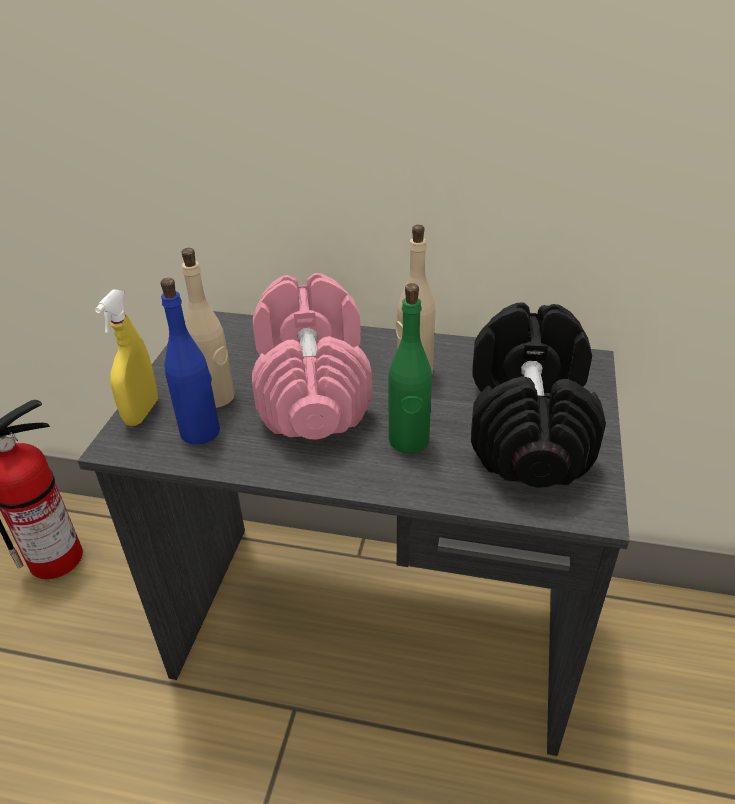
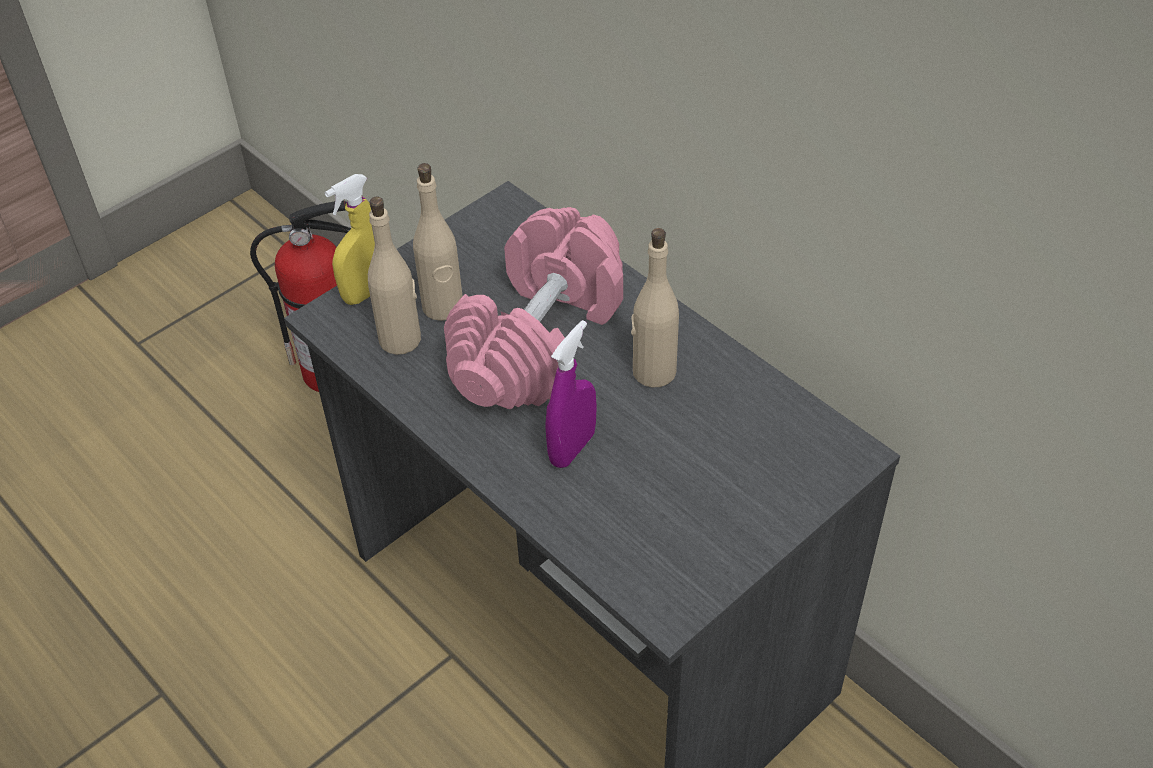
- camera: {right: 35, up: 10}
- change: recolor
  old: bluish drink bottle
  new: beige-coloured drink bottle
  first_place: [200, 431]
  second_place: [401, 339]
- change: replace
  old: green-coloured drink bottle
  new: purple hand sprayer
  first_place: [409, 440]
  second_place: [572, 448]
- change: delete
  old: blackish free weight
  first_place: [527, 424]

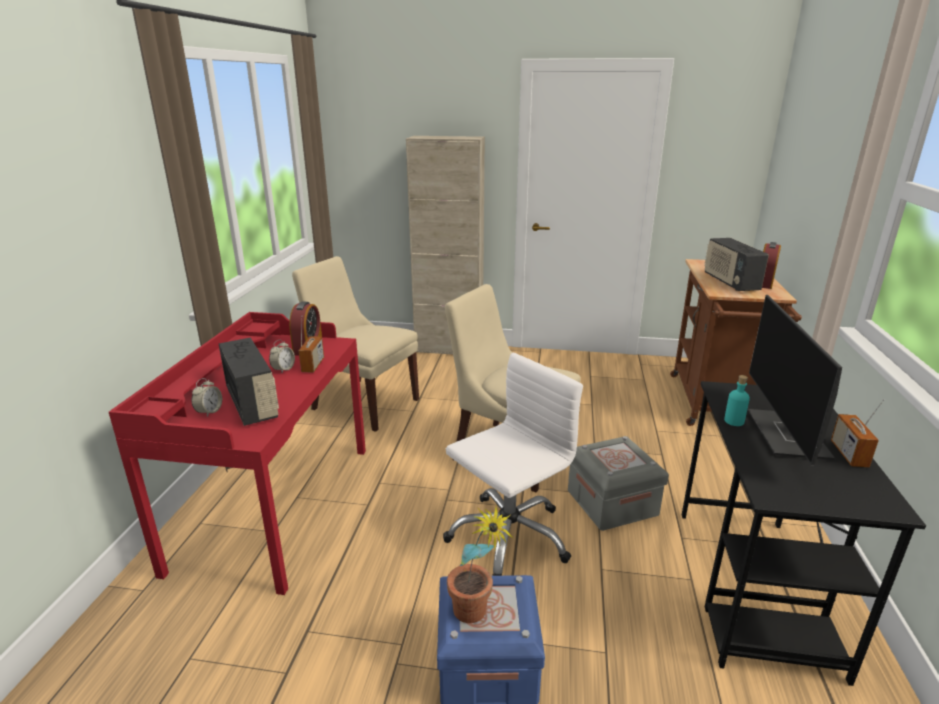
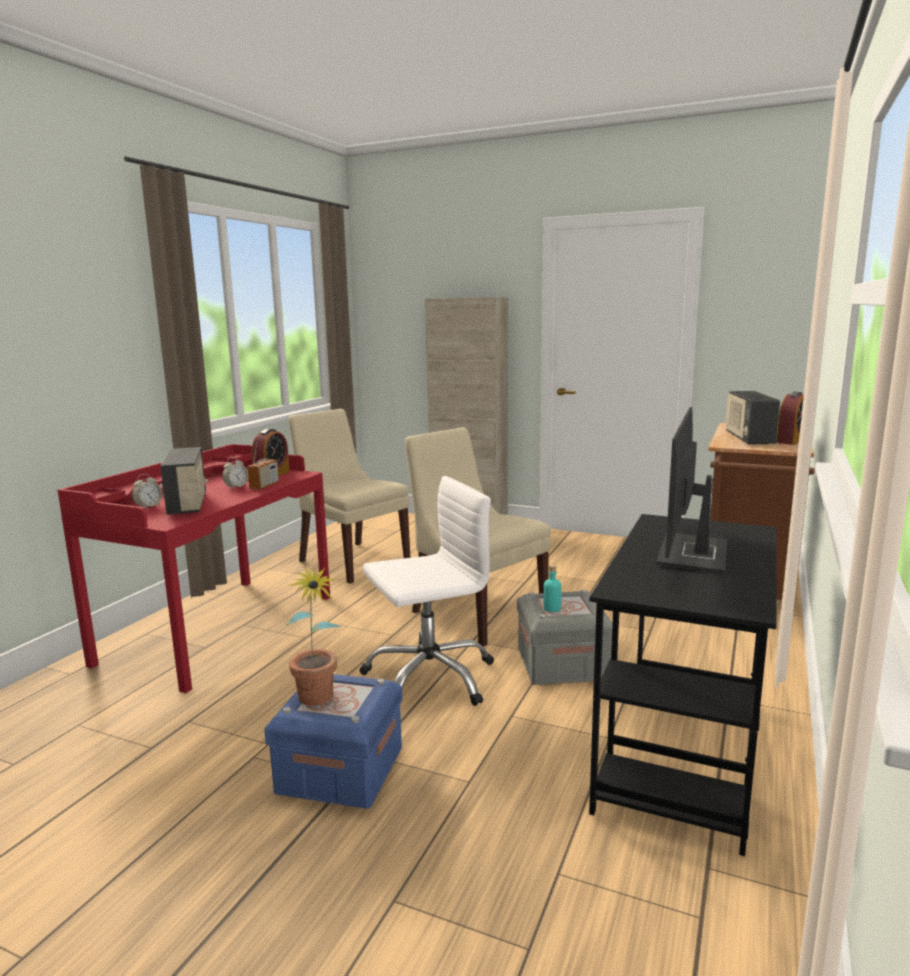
- camera: {right: 15, up: -10}
- change: move
  old: turquoise drink bottle
  first_place: [734, 421]
  second_place: [552, 608]
- change: delete
  old: radio receiver
  first_place: [848, 454]

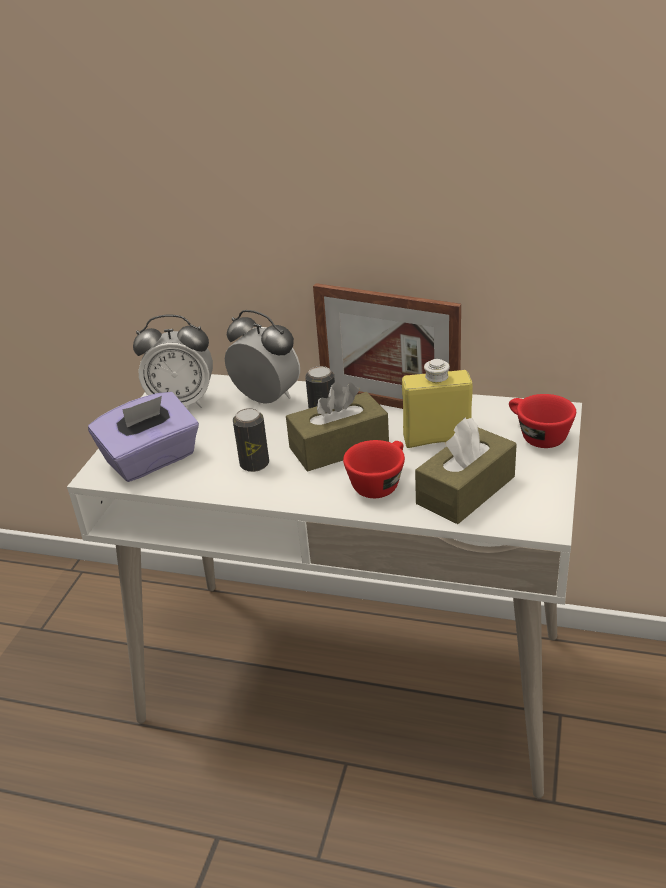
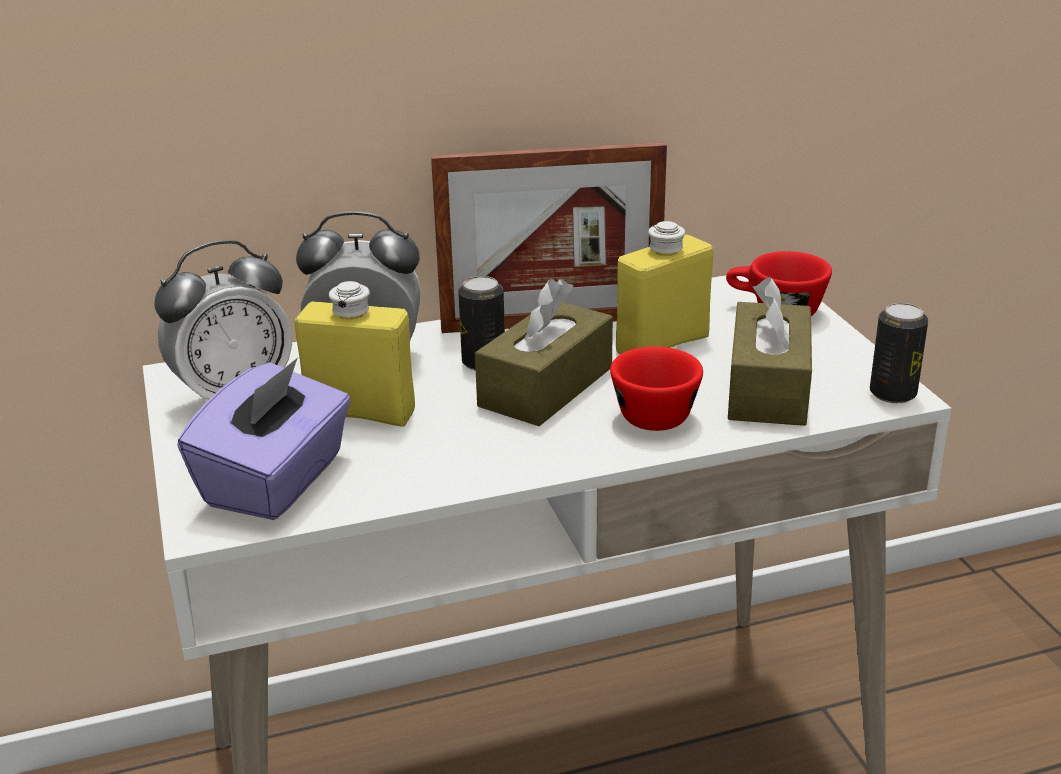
- camera: {right: -35, up: -5}
- change: move
  old: sealed can
  first_place: [254, 464]
  second_place: [893, 394]
- change: insert
  new: yellow-coloured drink bottle
  second_place: [360, 413]

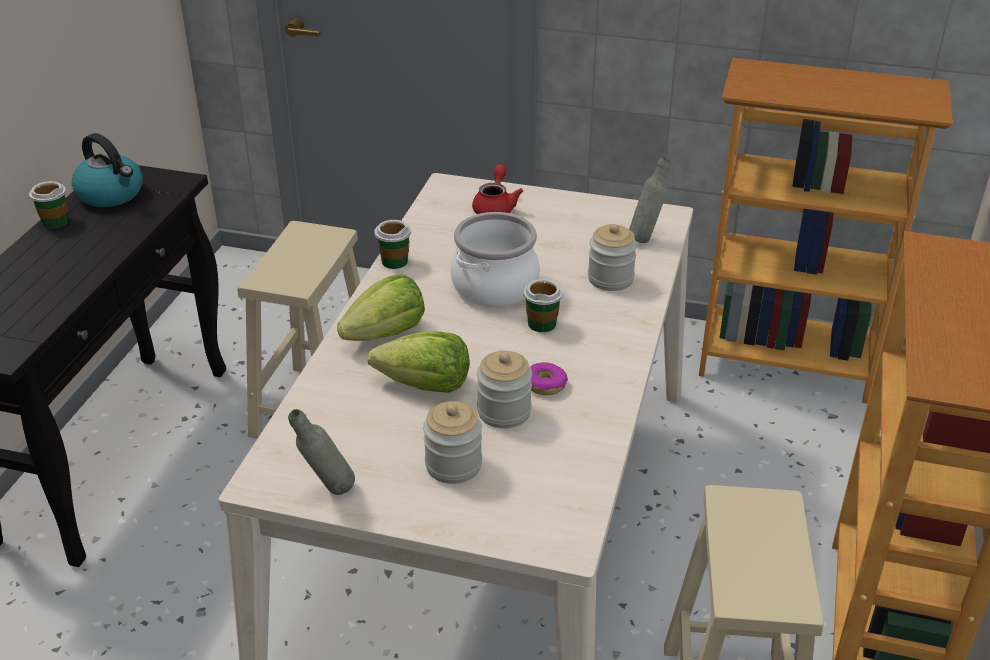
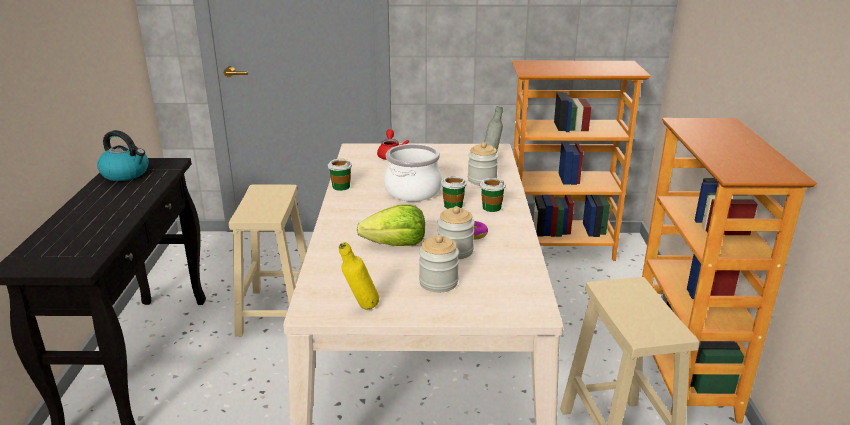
- camera: {right: -15, up: -10}
- change: move
  old: drinking cup
  first_place: [55, 221]
  second_place: [491, 207]
- change: delete
  old: lettuce head
  first_place: [386, 334]
- change: recolor
  old: grey drink bottle
  new: yellow-coloured drink bottle
  first_place: [327, 492]
  second_place: [360, 309]

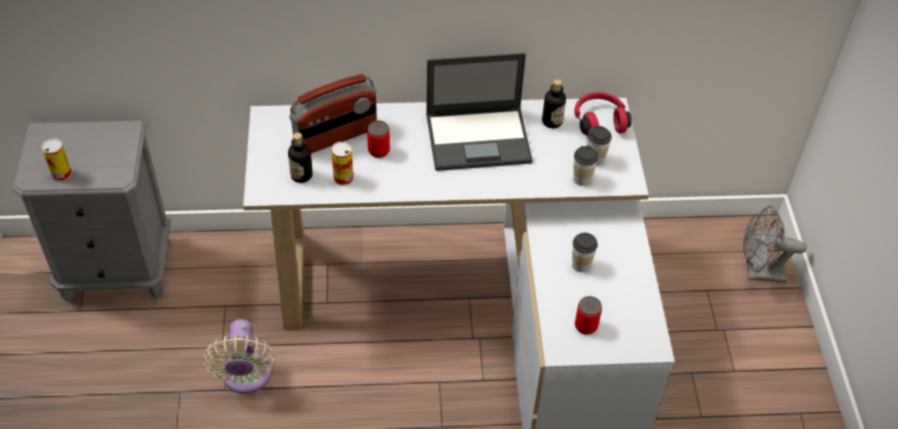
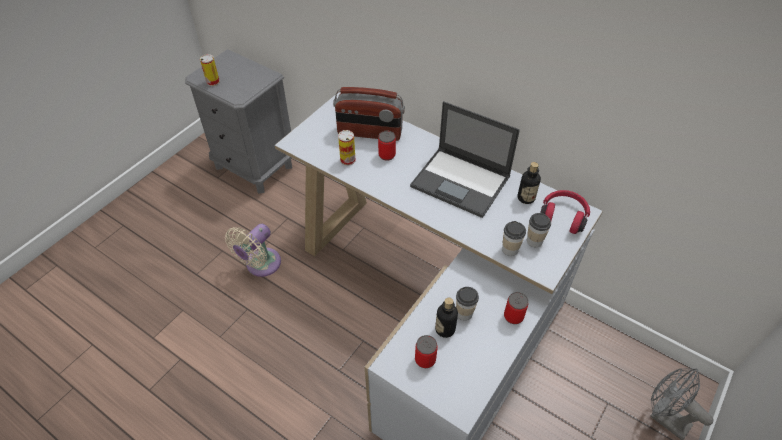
- camera: {right: 40, up: 0}
- change: move
  old: drink bottle
  first_place: [301, 175]
  second_place: [445, 329]
- change: insert
  new: sealed can
  second_place: [513, 316]

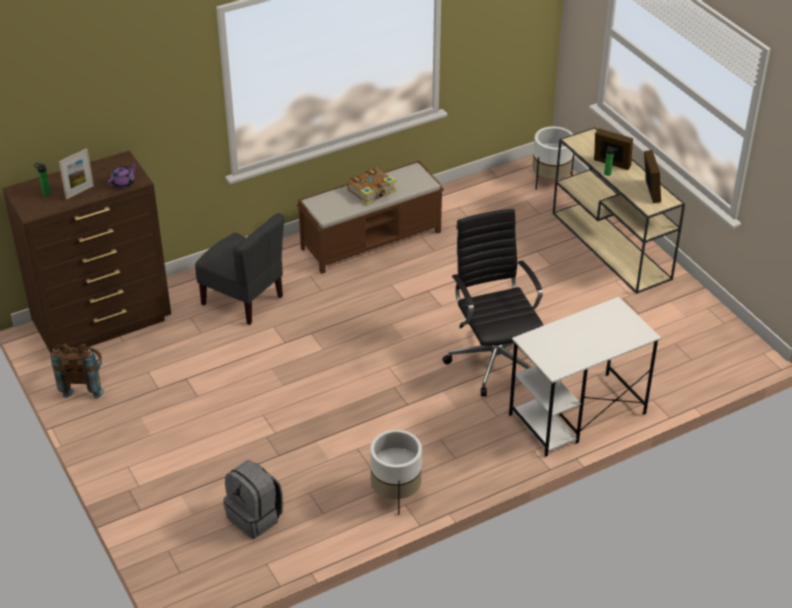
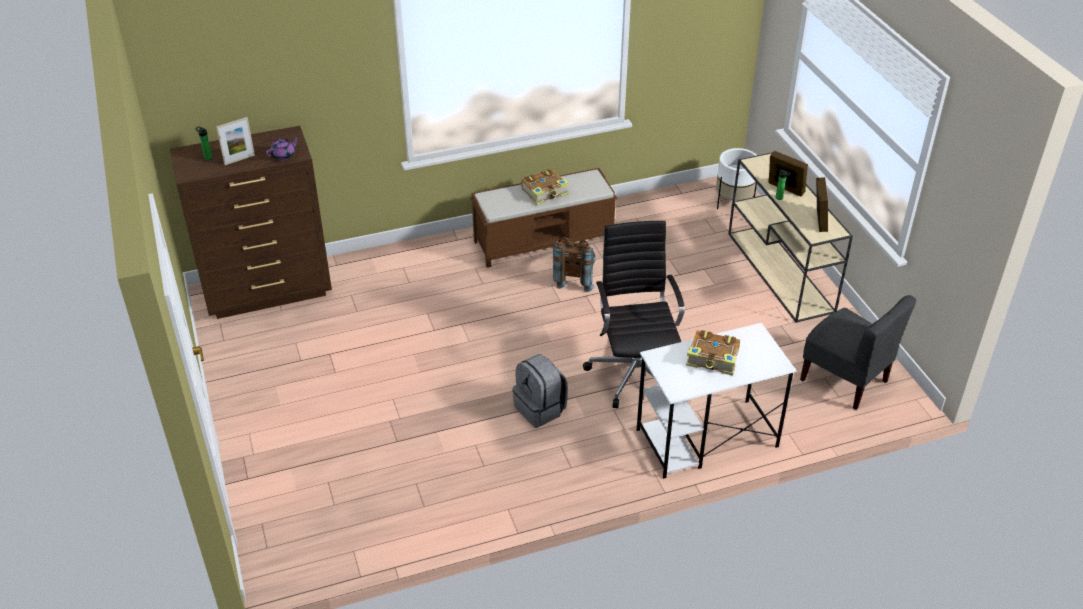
- camera: {right: 10, up: 0}
- change: move
  old: grey upright chair
  first_place: [243, 300]
  second_place: [845, 380]
- change: move
  old: brownish backpack
  first_place: [83, 384]
  second_place: [575, 278]
- change: delete
  old: white flower pot
  first_place: [396, 495]
- change: move
  old: grey backpack
  first_place: [255, 517]
  second_place: [540, 409]
- change: insert
  new: bound book
  second_place: [713, 359]

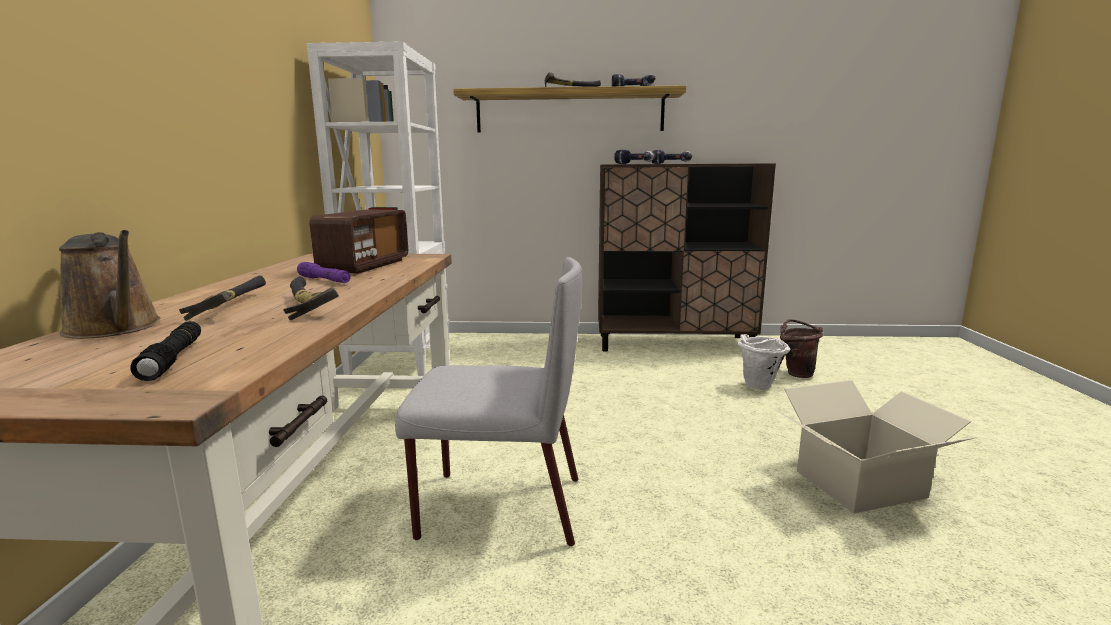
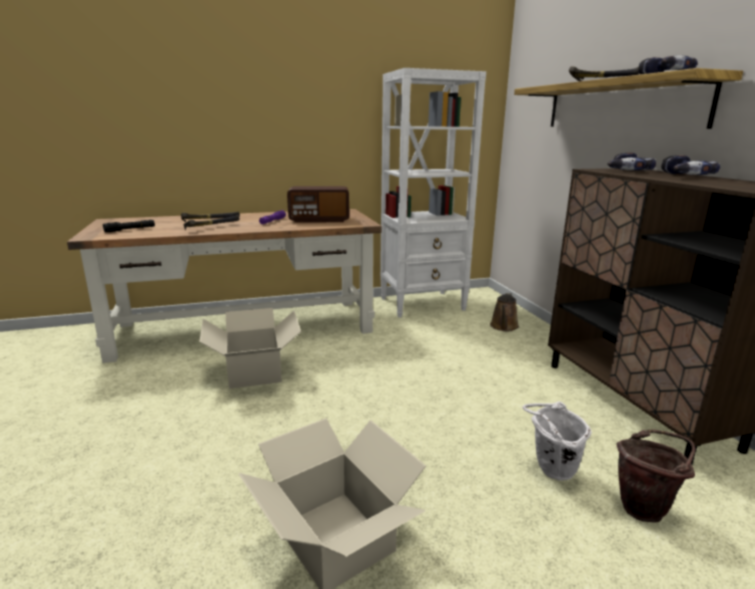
- camera: {right: 70, up: 5}
- change: move
  old: brownish sprinkling can
  first_place: [116, 328]
  second_place: [504, 327]
- change: replace
  old: grey upright chair
  new: carton
  first_place: [498, 507]
  second_place: [253, 371]

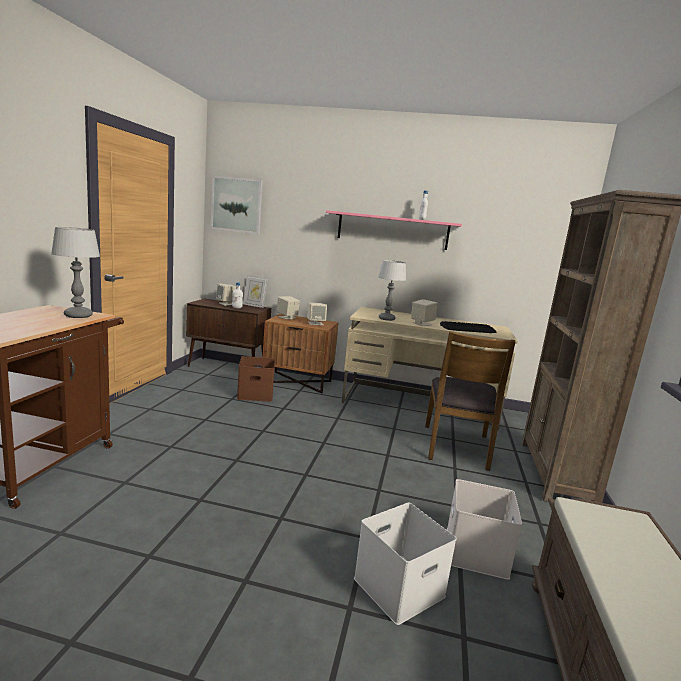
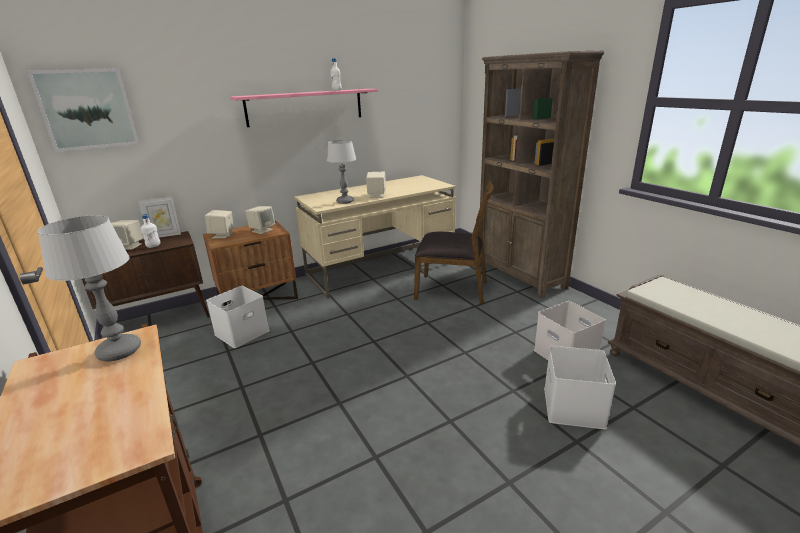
- camera: {right: -40, up: 10}
- change: delete
  old: computer keyboard
  first_place: [468, 328]
- change: rotate
  old: brownish upright chair
  first_place: [456, 447]
  second_place: [452, 289]
  degrees: -45
- change: recolor
  old: brownish storage bin
  new: white storage bin
  first_place: [256, 394]
  second_place: [242, 332]

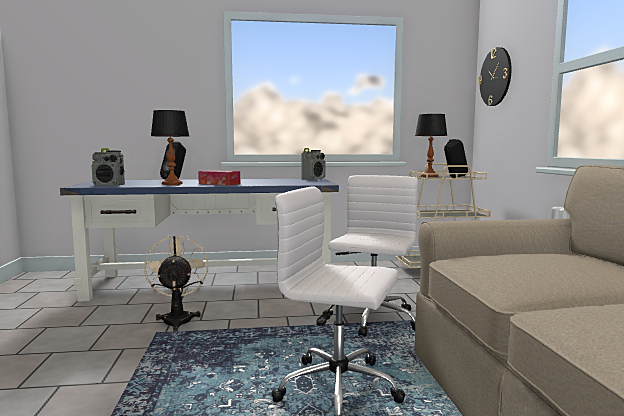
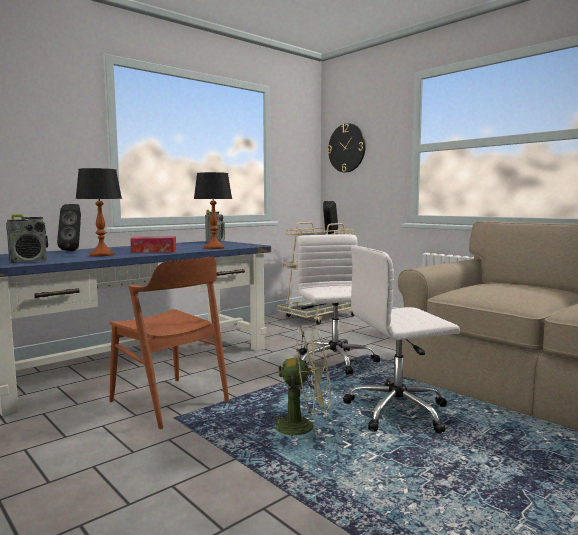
- camera: {right: -35, up: 0}
- change: move
  old: table lamp
  first_place: [429, 176]
  second_place: [214, 248]
- change: replace
  old: beige-coloured electric fan
  new: brownish upright chair
  first_place: [178, 319]
  second_place: [169, 401]
- change: insert
  new: green-coloured electric fan
  second_place: [303, 427]

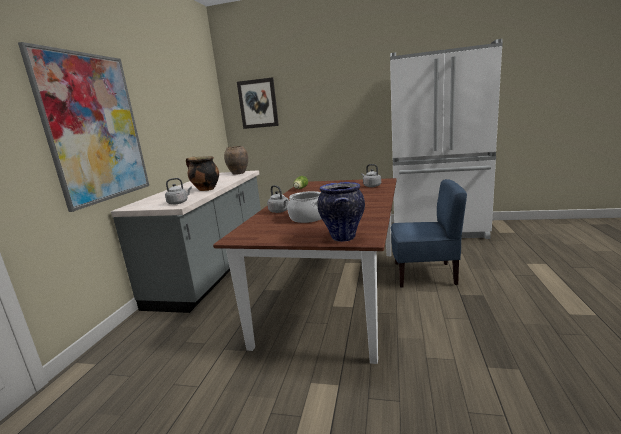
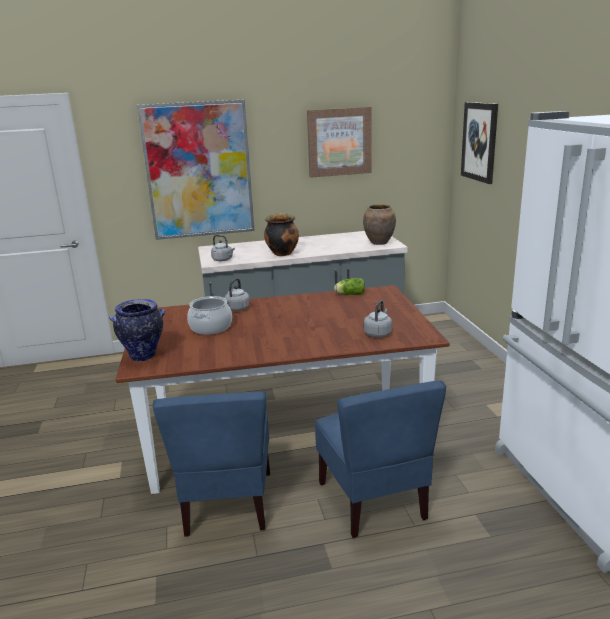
- camera: {right: 65, up: 5}
- change: insert
  new: picture
  second_place: [339, 142]
- change: insert
  new: bluish upright chair
  second_place: [227, 503]

